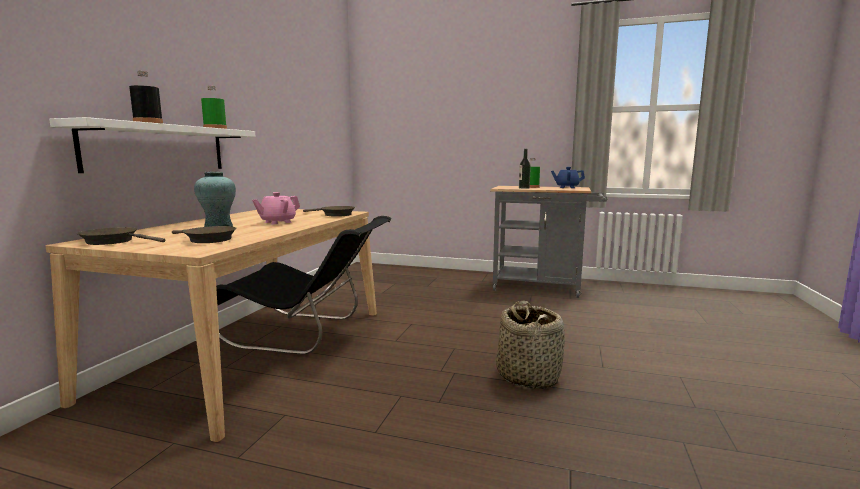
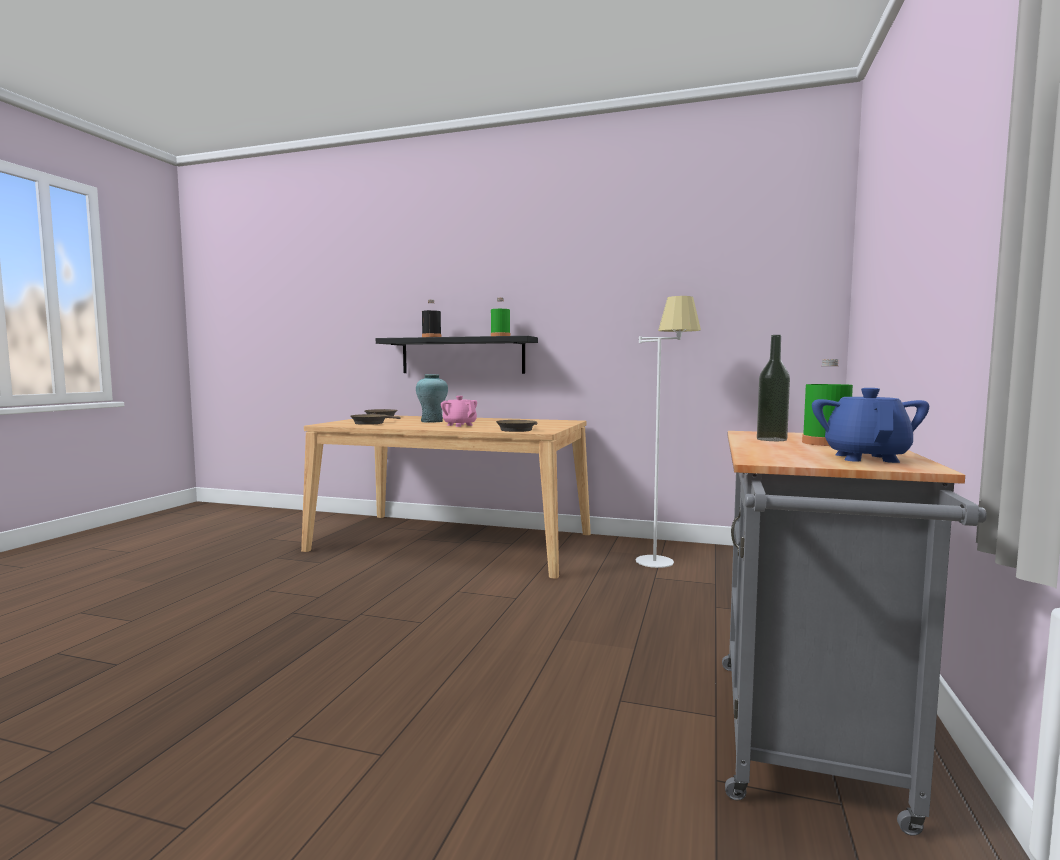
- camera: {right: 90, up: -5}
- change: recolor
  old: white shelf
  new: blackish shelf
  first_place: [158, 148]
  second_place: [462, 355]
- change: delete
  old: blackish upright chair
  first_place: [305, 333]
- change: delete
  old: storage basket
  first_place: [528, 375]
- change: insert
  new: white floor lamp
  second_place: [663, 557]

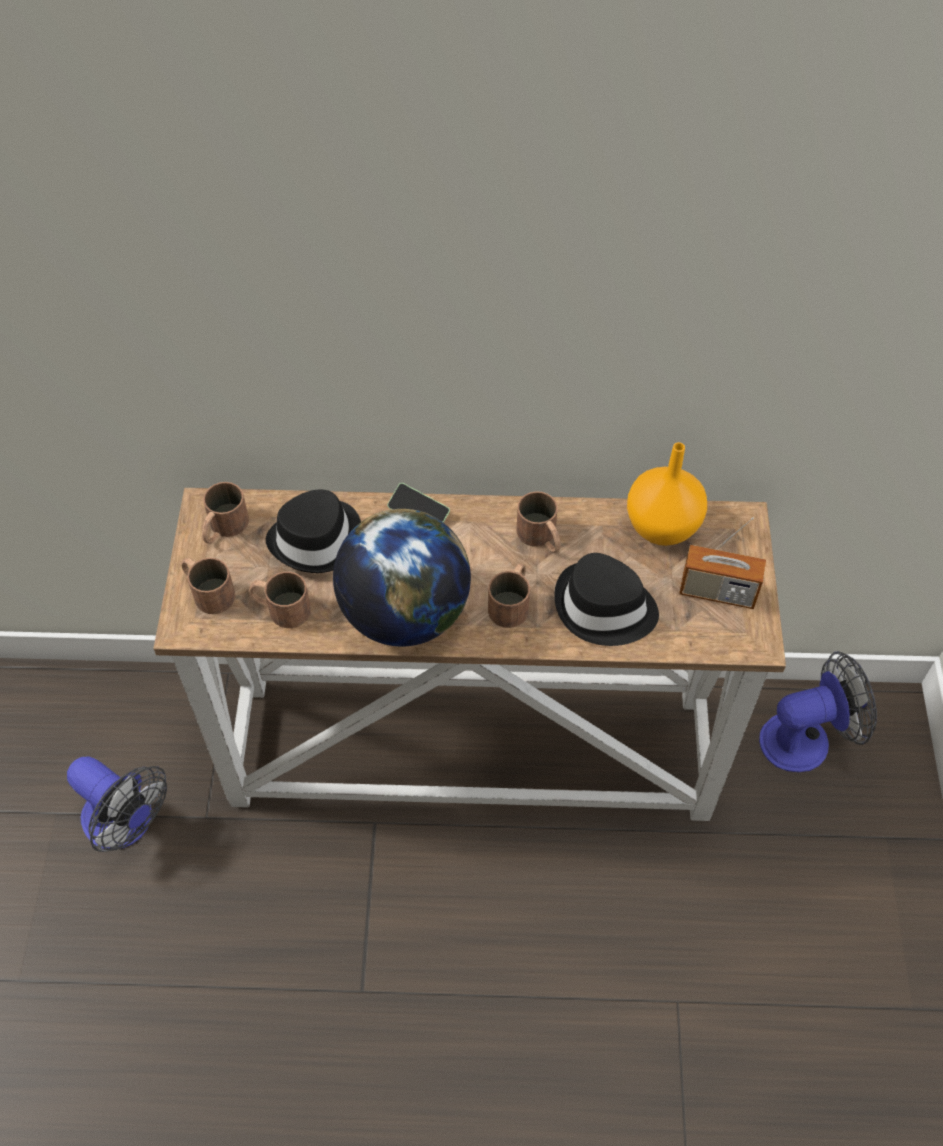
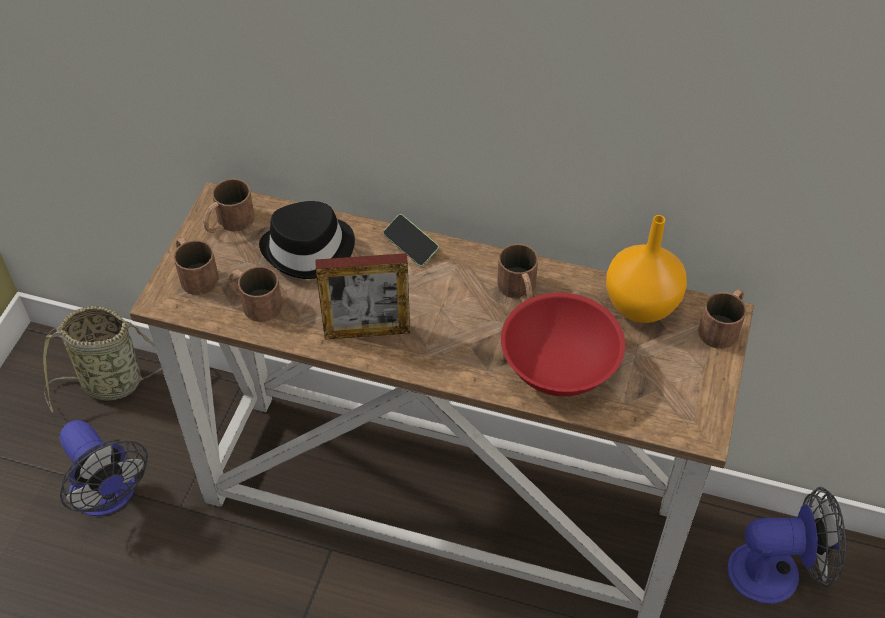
- camera: {right: 15, up: -5}
- change: replace
  old: world globe
  new: picture frame
  first_place: [405, 613]
  second_place: [367, 331]
- change: delete
  old: radio receiver
  first_place: [717, 592]
- change: replace
  old: blackish wearable hat
  new: reddish bowl
  first_place: [604, 608]
  second_place: [559, 367]
- change: move
  old: brownish coffee mug
  first_place: [512, 602]
  second_place: [723, 326]
- change: insert
  new: storage basket
  second_place: [117, 382]

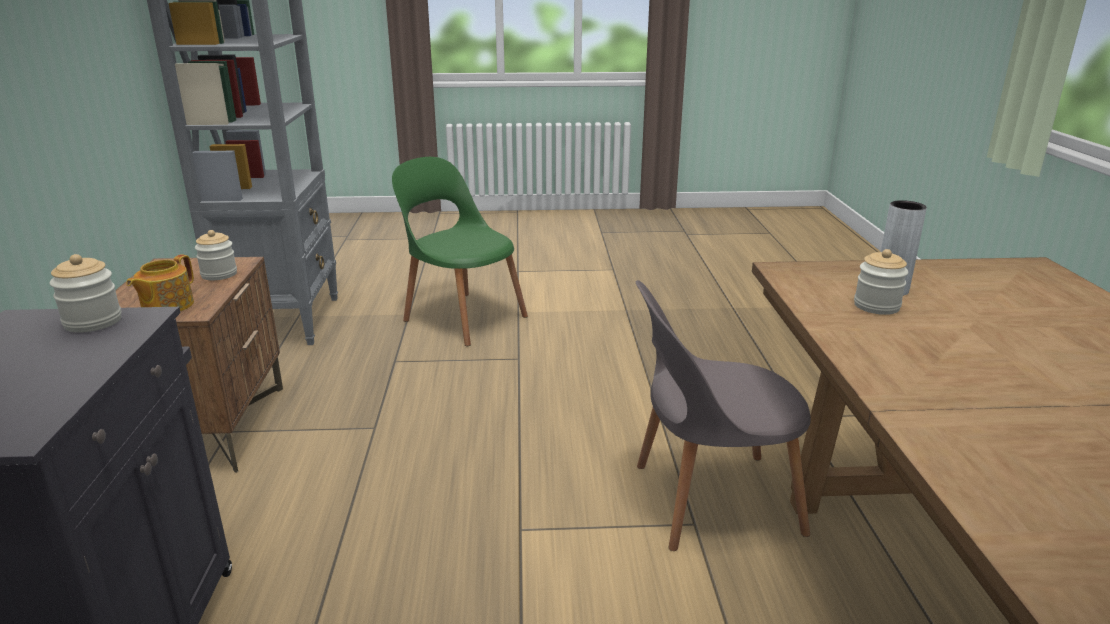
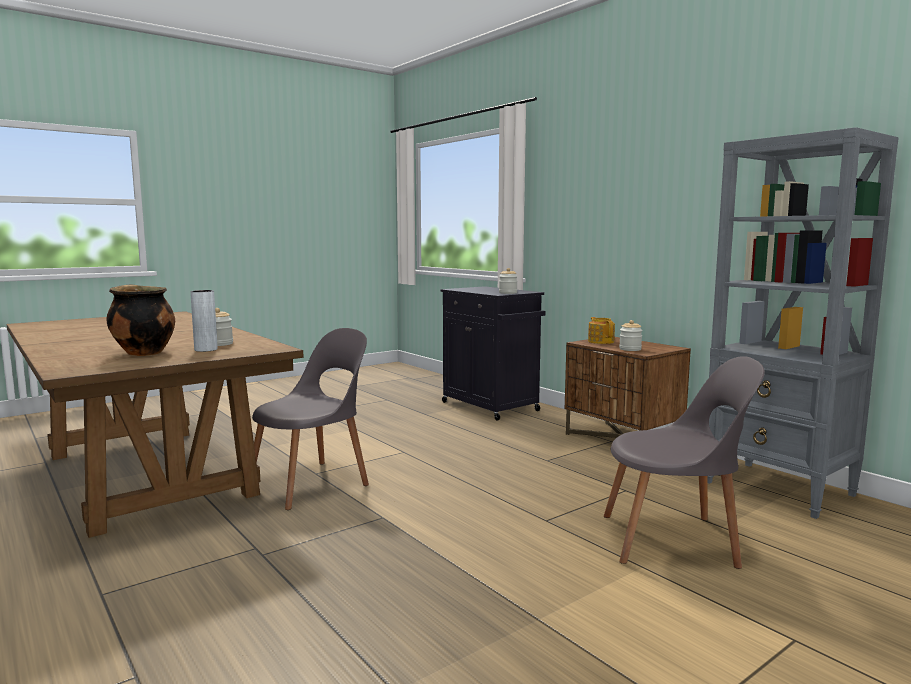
- camera: {right: 145, up: -15}
- change: recolor
  old: green-coloured upright chair
  new: grey upright chair
  first_place: [462, 317]
  second_place: [674, 540]
- change: insert
  new: stockpot
  second_place: [142, 353]

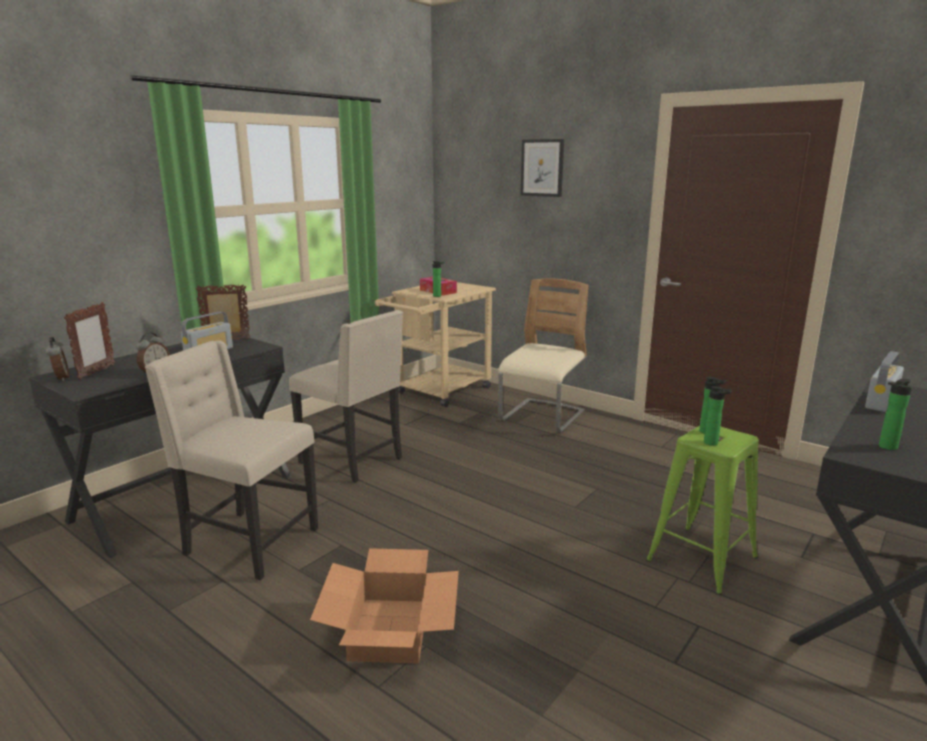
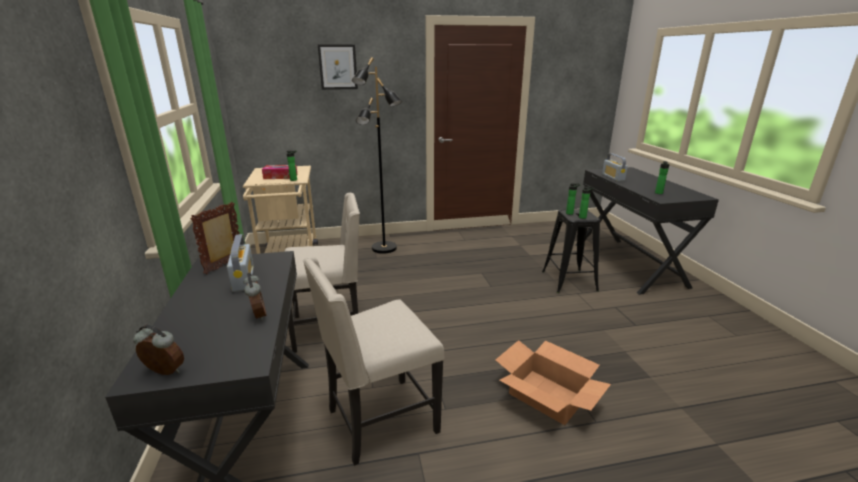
- camera: {right: -50, up: 5}
- change: replace
  old: beige-coloured upright chair
  new: blackish floor lamp
  first_place: [542, 417]
  second_place: [384, 248]
- change: delete
  old: picture frame
  first_place: [96, 372]
- change: recolor
  old: green-coloured sitting stool
  new: blackish sitting stool
  first_place: [701, 559]
  second_place: [569, 281]

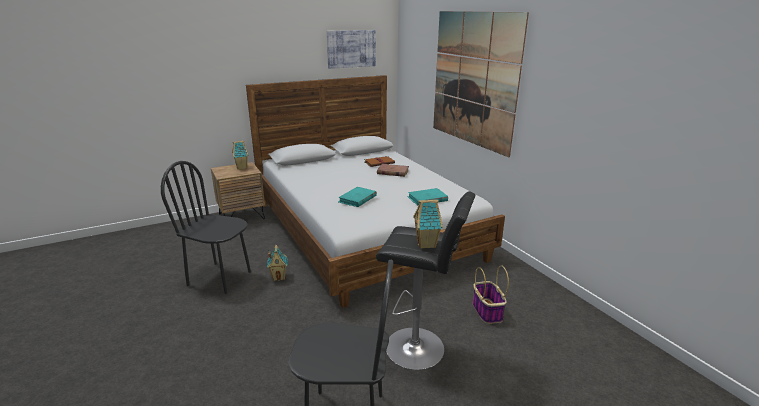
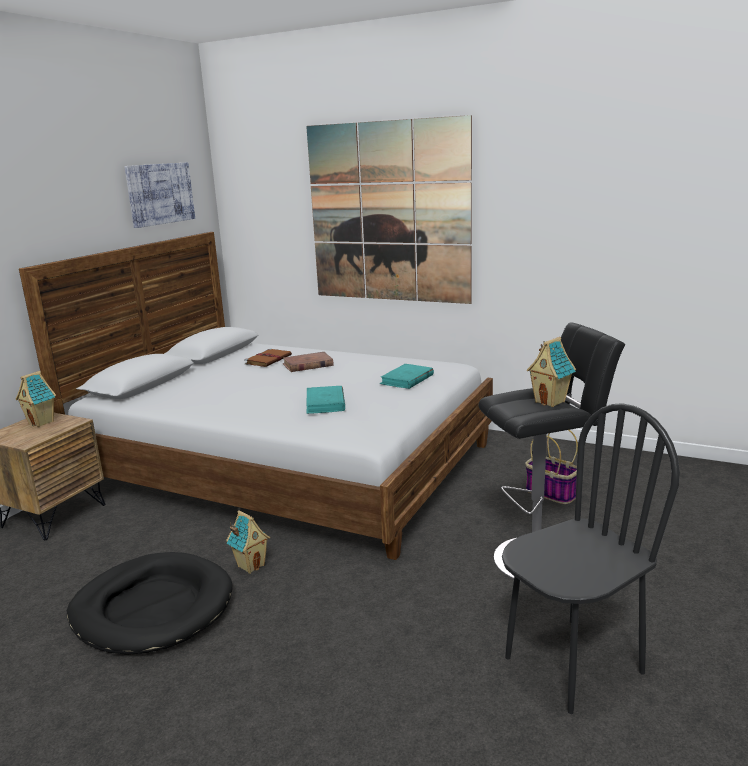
- camera: {right: -35, up: -5}
- change: replace
  old: blackish upright chair
  new: blackish pet bed
  first_place: [220, 278]
  second_place: [153, 608]

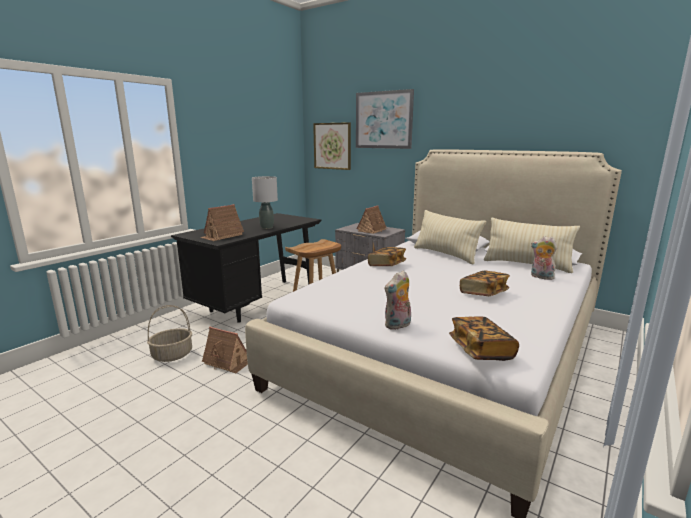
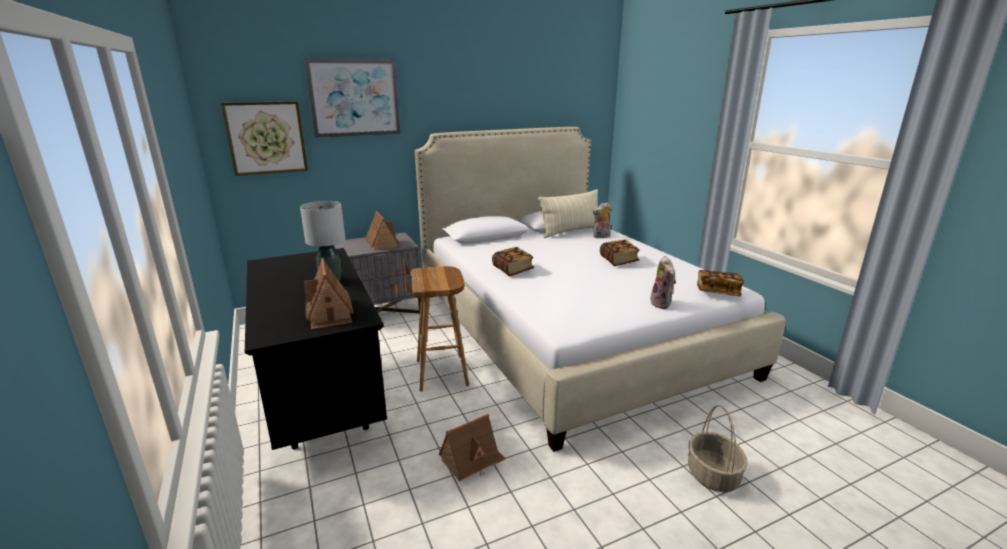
- camera: {right: -60, up: 5}
- change: delete
  old: beige-coloured throw pillow
  first_place: [445, 255]
- change: move
  old: storage basket
  first_place: [172, 354]
  second_place: [712, 475]

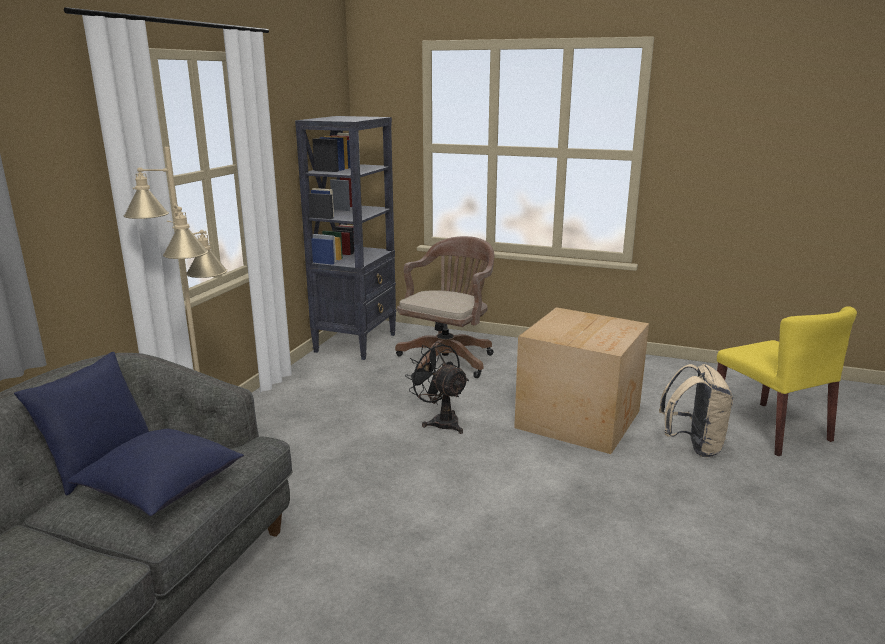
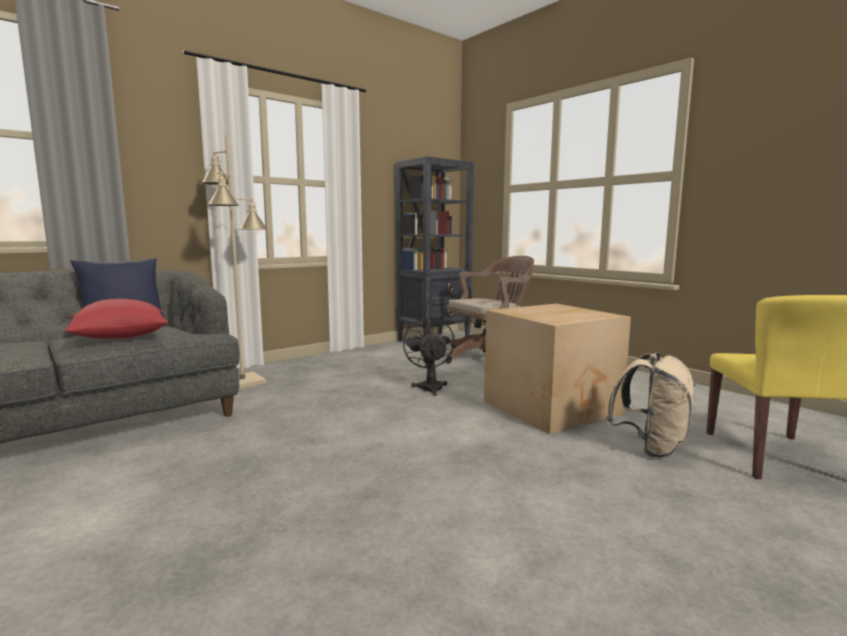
- camera: {right: 30, up: -10}
- change: recolor
  old: bluish throw pillow
  new: reddish throw pillow
  first_place: [163, 490]
  second_place: [119, 337]

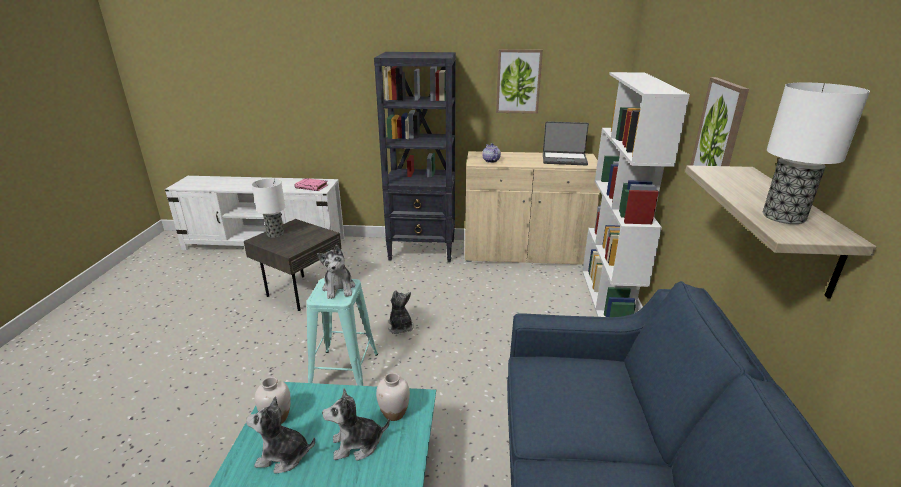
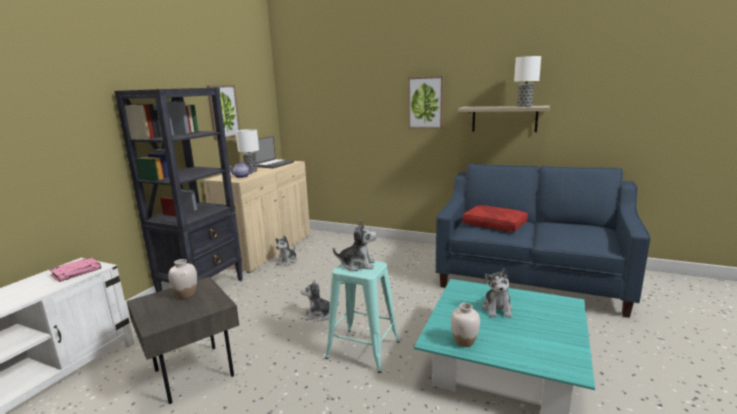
- camera: {right: -70, up: -10}
- change: delete
  old: white bookshelf
  first_place: [608, 300]
- change: move
  old: table lamp
  first_place: [275, 234]
  second_place: [251, 171]
- change: move
  old: white flower vase
  first_place: [394, 413]
  second_place: [186, 295]
- change: move
  old: soft toy
  first_place: [283, 456]
  second_place: [287, 261]
- change: insert
  new: reddish throw pillow
  second_place: [495, 224]

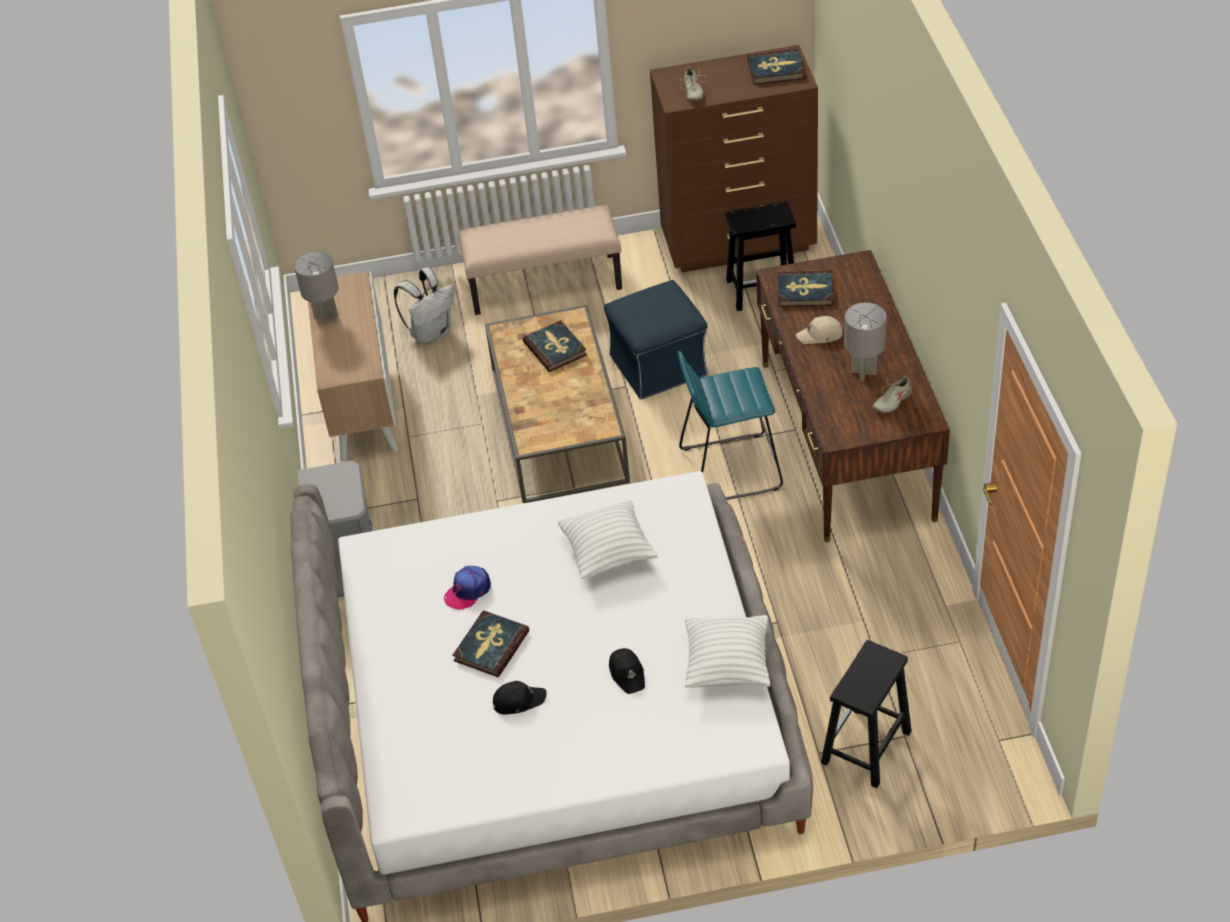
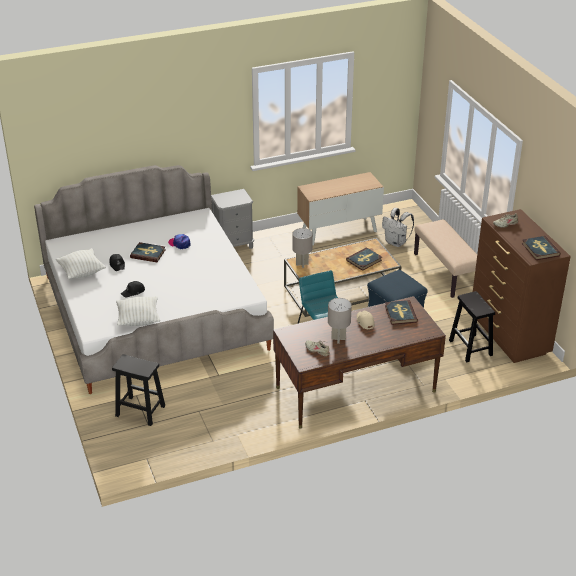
- camera: {right: 75, up: -10}
- change: move
  old: grey table lamp
  first_place: [325, 317]
  second_place: [302, 264]
- change: move
  old: white throw pillow
  first_place: [608, 553]
  second_place: [82, 272]

